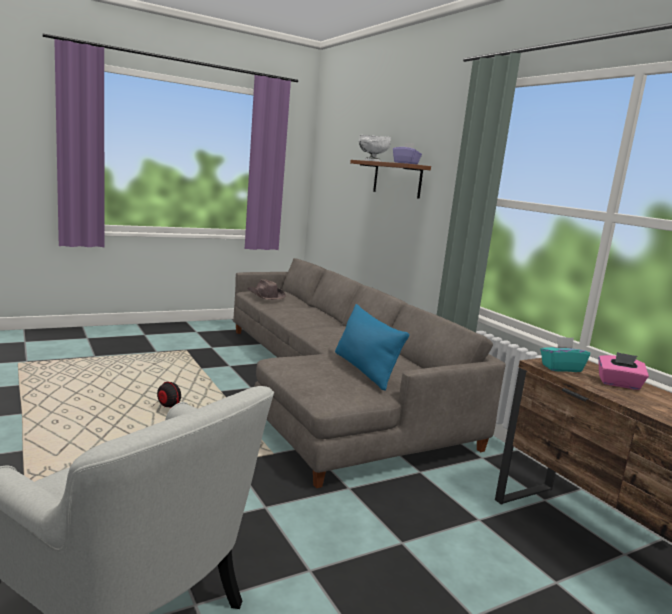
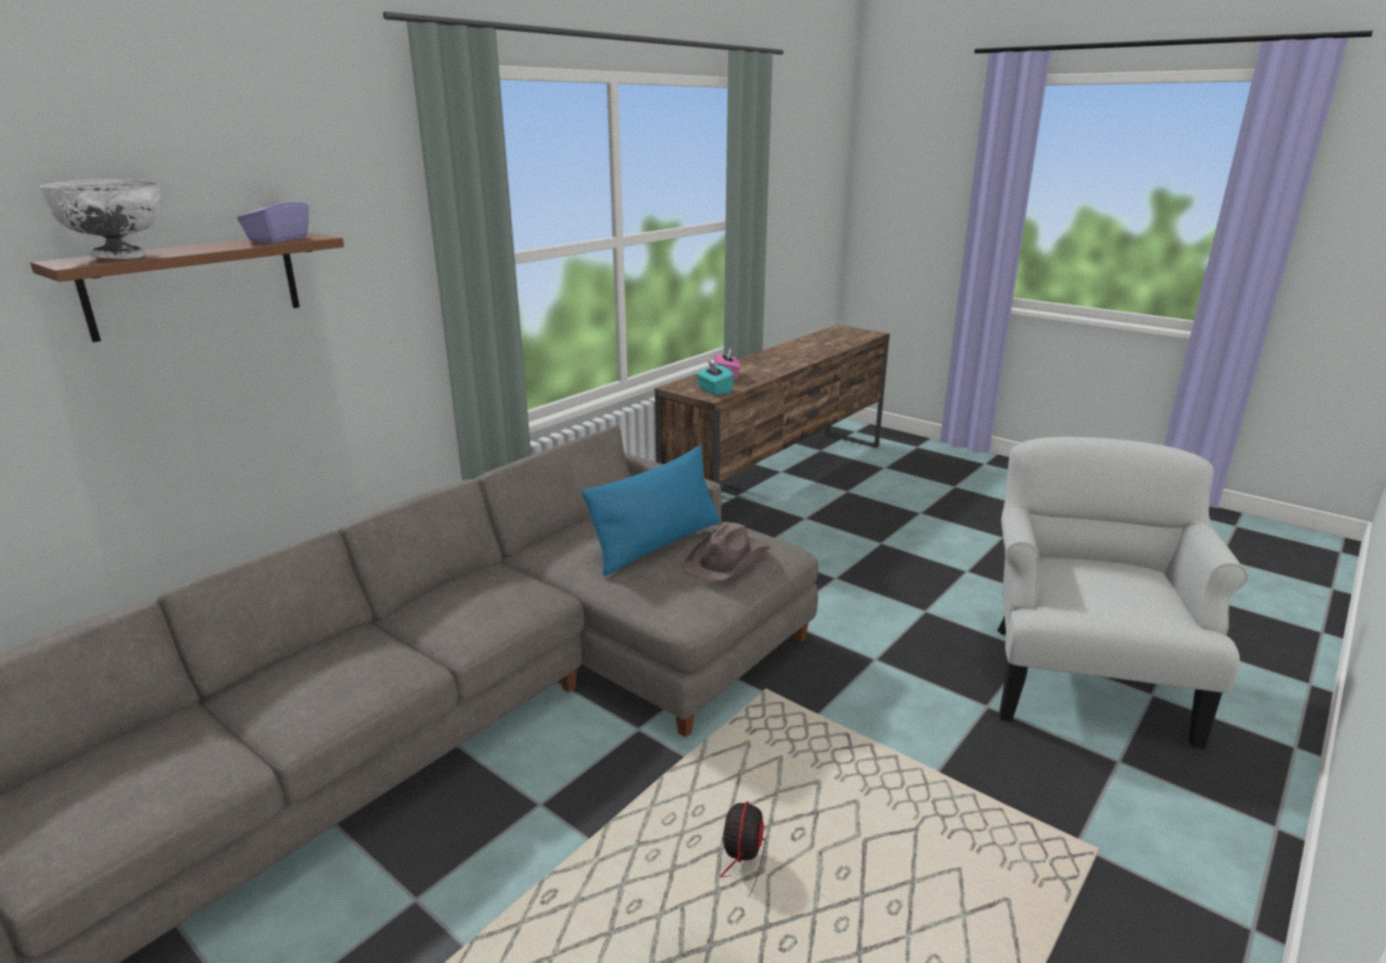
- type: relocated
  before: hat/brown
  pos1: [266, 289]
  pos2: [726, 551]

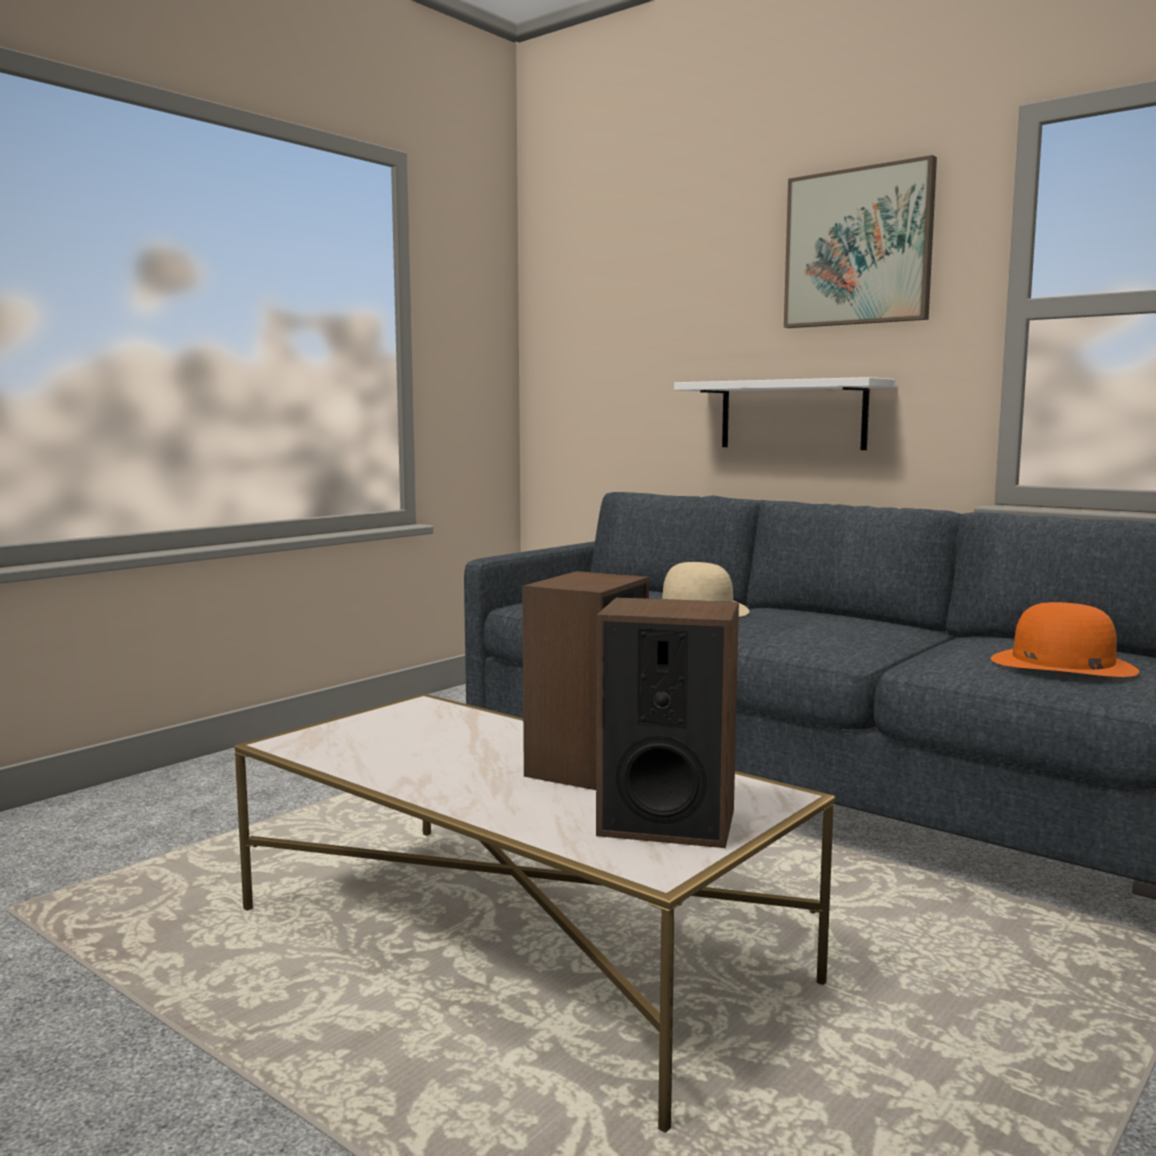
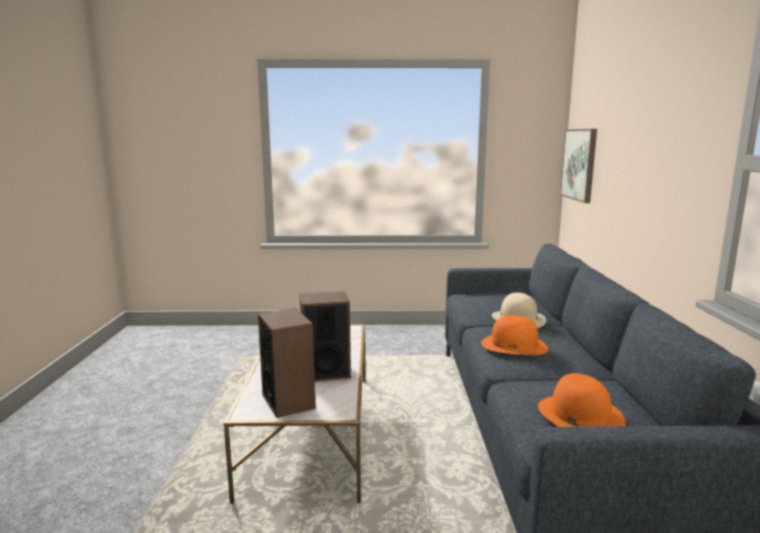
- type: missing
  before: shelf/white
  pos1: [784, 413]
- type: appeared
  after: hat/orange
  pos2: [514, 335]
- type: relocated
  before: picture
  pos1: [860, 241]
  pos2: [578, 166]

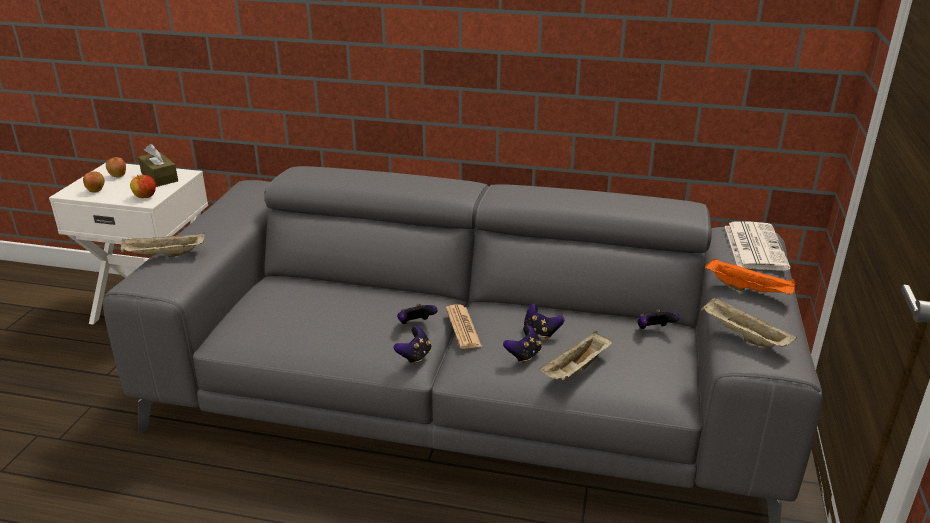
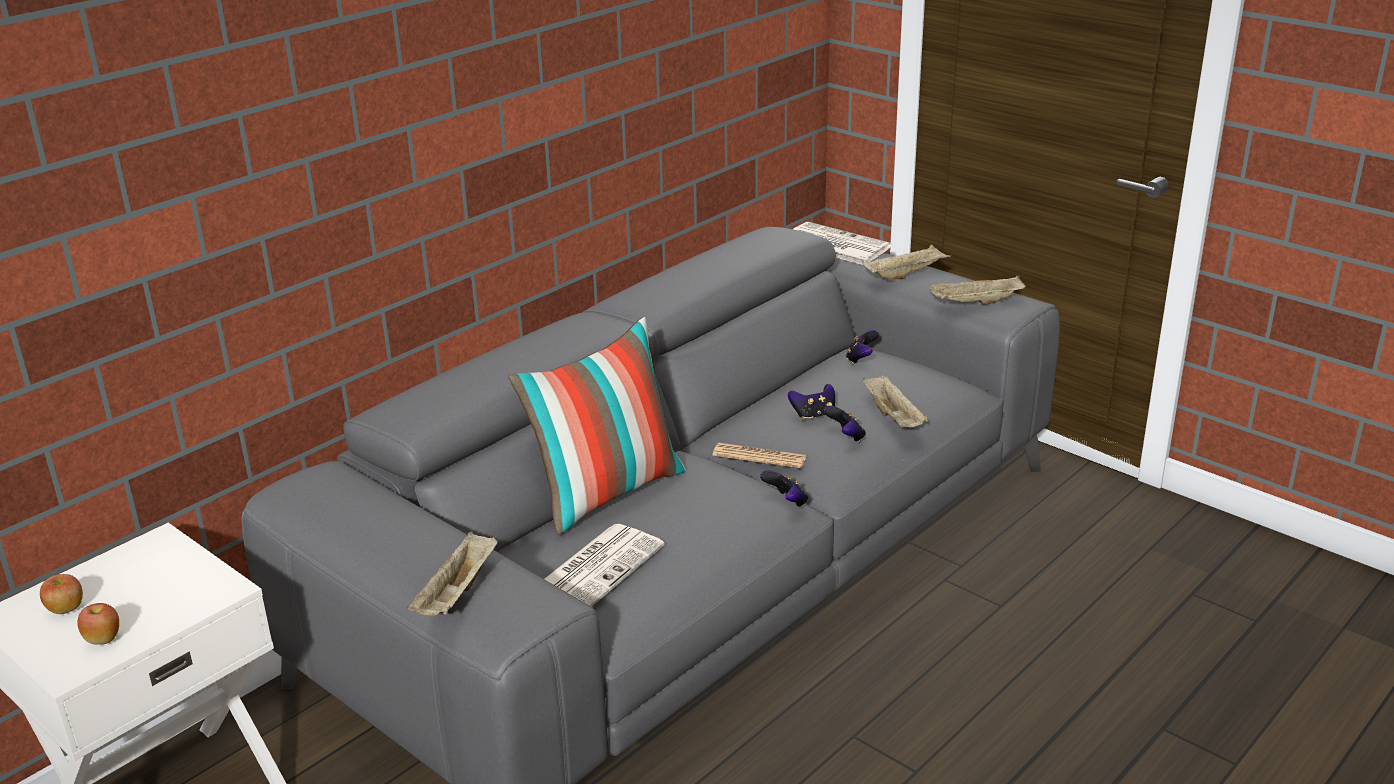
- type: missing
  before: apple
  pos1: [143, 186]
- type: missing
  before: tissue box/brown
  pos1: [158, 165]
- type: missing
  before: game controller
  pos1: [417, 313]
- type: appeared
  after: pillow
  pos2: [597, 426]
- type: appeared
  after: newspaper
  pos2: [604, 565]
- type: colour
  before: tray/orange
  after: tray/beige
  pos1: [750, 277]
  pos2: [907, 262]

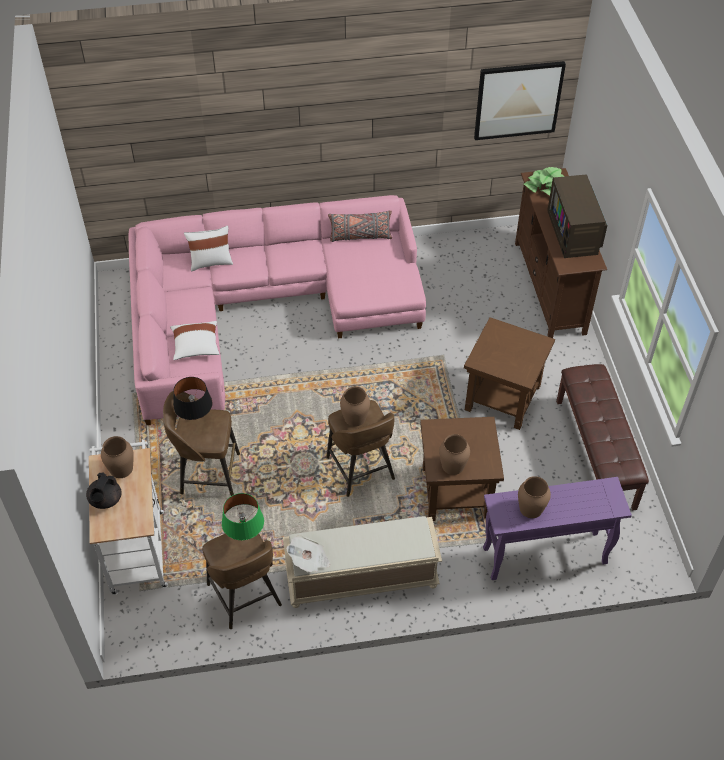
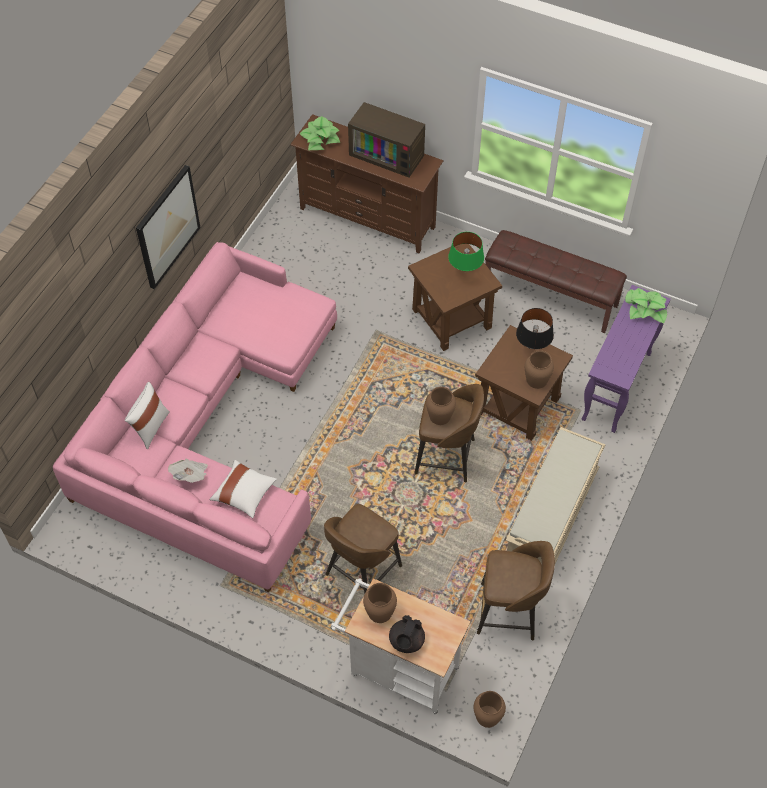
- type: missing
  before: pillow/grey
  pos1: [360, 226]
- type: appeared
  after: potted plant
  pos2: [646, 305]
- type: relocated
  before: table lamp/black
  pos1: [192, 398]
  pos2: [535, 328]
- type: relocated
  before: table lamp/green
  pos1: [243, 516]
  pos2: [466, 251]
- type: relocated
  before: newspaper
  pos1: [308, 554]
  pos2: [188, 471]
- type: relocated
  before: picture
  pos1: [520, 100]
  pos2: [168, 227]
- type: relocated
  before: vase/brown
  pos1: [534, 497]
  pos2: [490, 709]
- type: spun
  before: teapot/black
  pos1: [104, 491]
  pos2: [407, 634]
  turn: 60

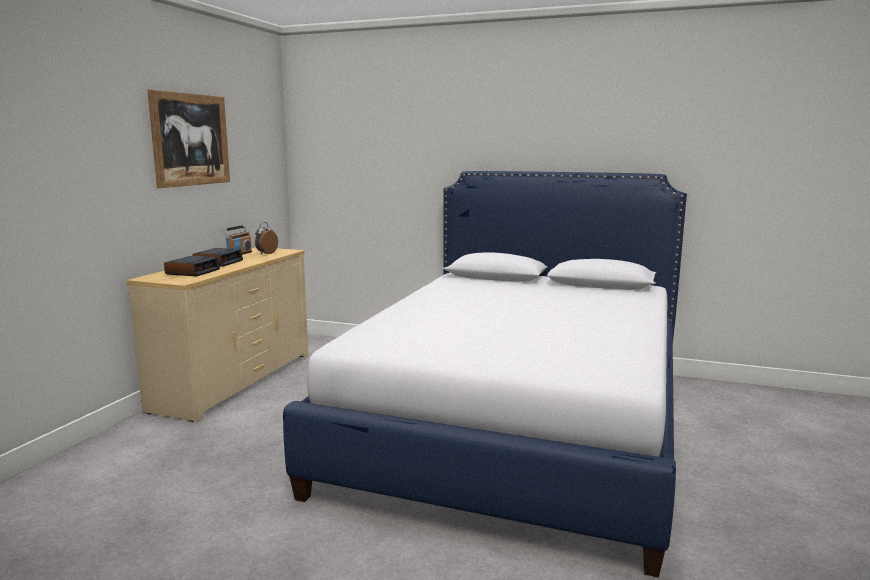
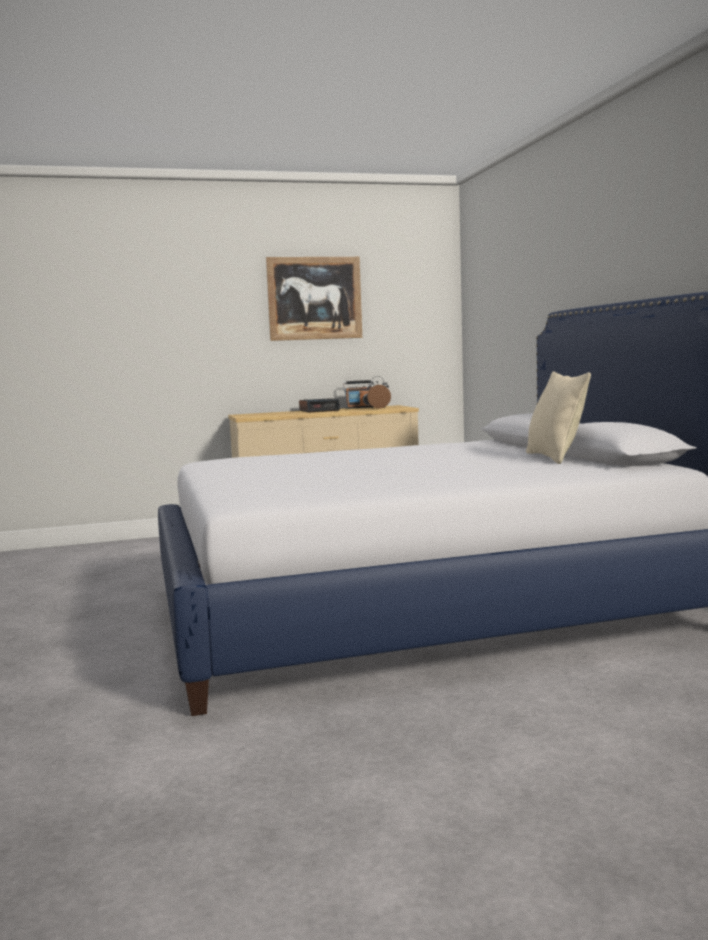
- type: missing
  before: alarm clock
  pos1: [192, 266]
- type: appeared
  after: pillow/beige
  pos2: [558, 417]

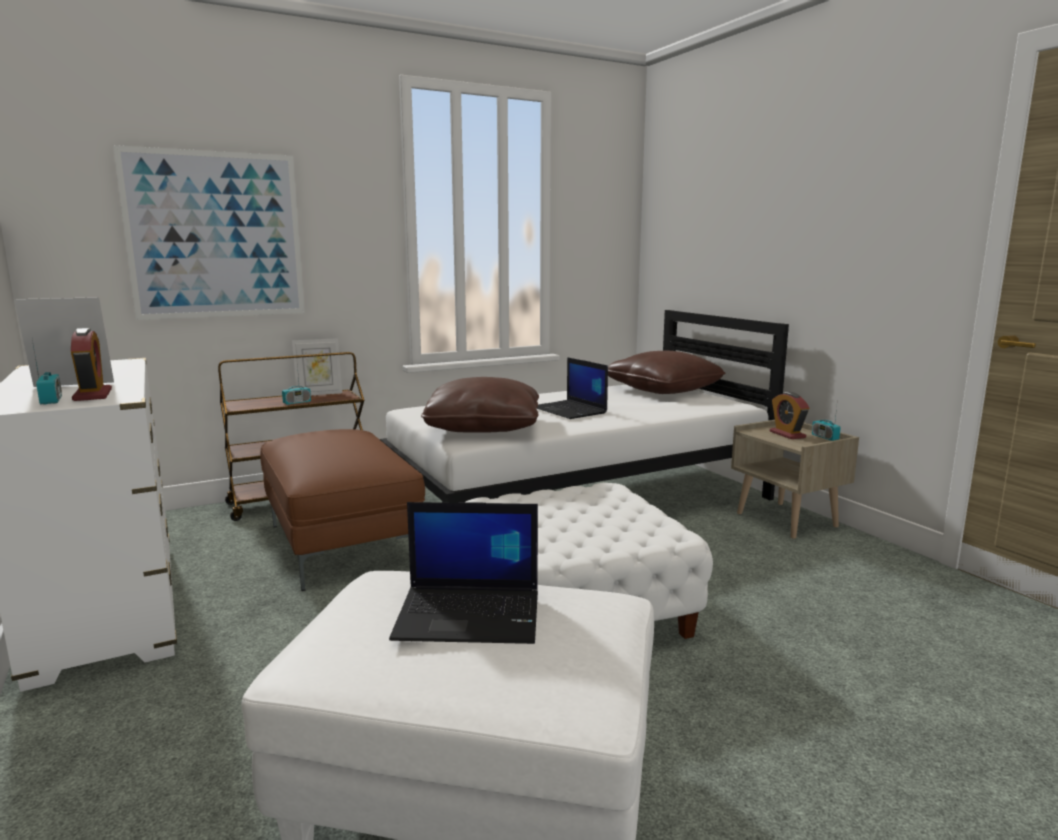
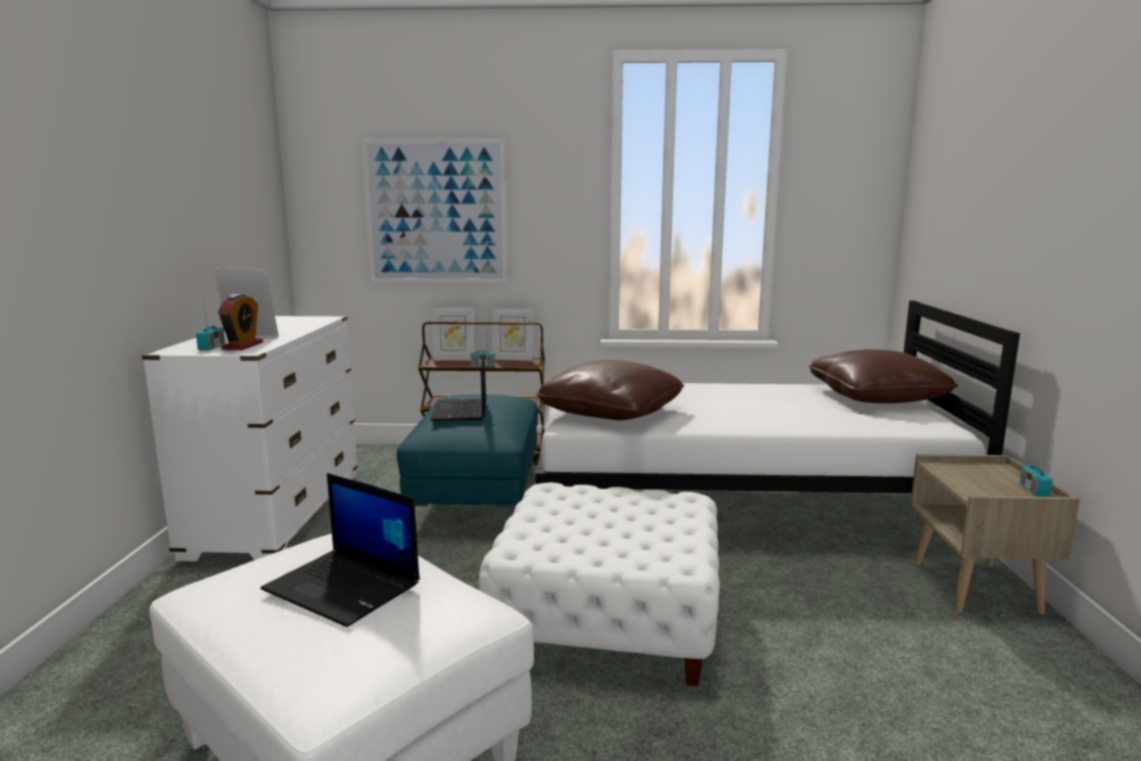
- type: missing
  before: alarm clock
  pos1: [789, 415]
- type: appeared
  after: picture frame
  pos2: [453, 333]
- type: relocated
  before: laptop
  pos1: [572, 388]
  pos2: [458, 387]
- type: colour
  before: ottoman/brown
  after: ottoman/turquoise
  pos1: [342, 510]
  pos2: [467, 453]

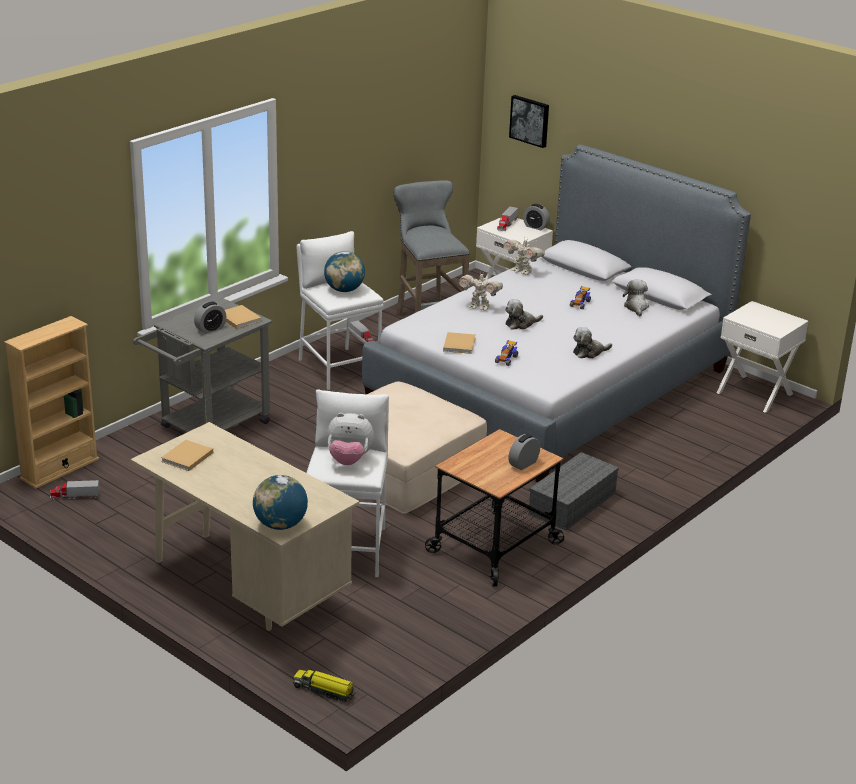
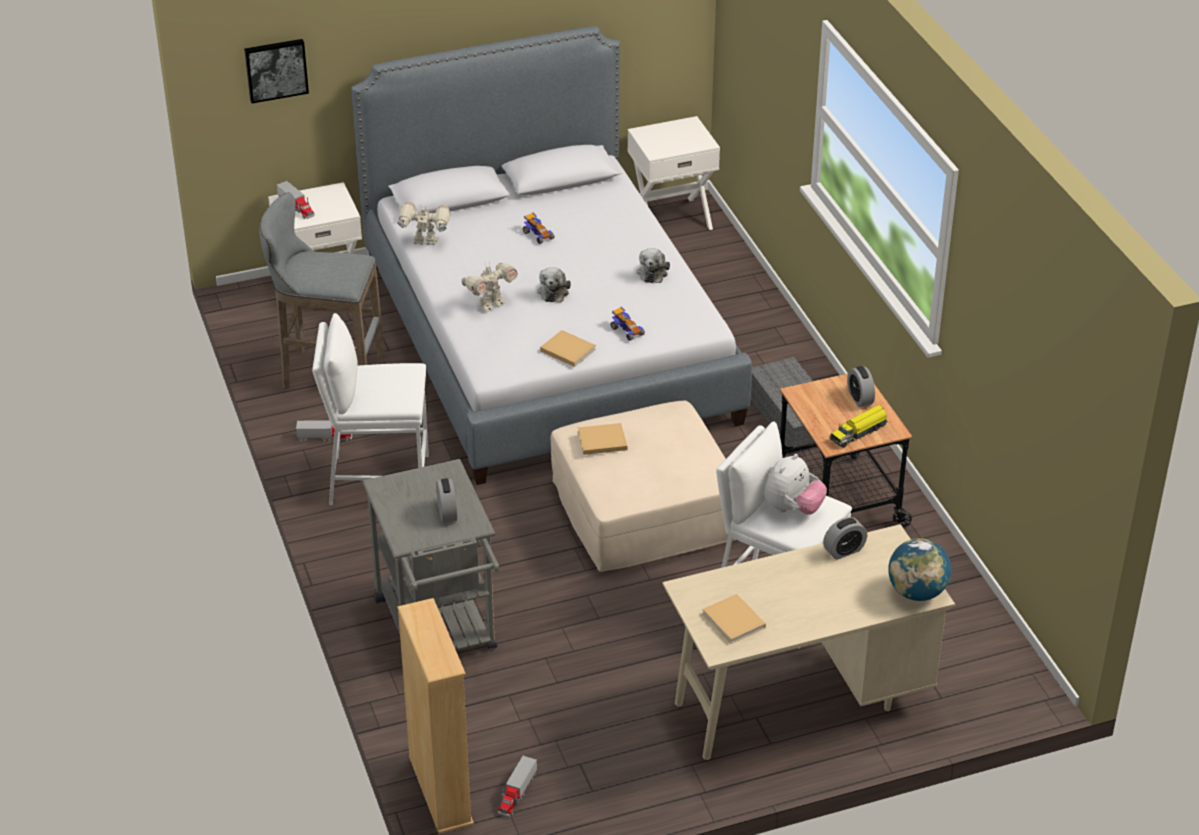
- type: missing
  before: globe
  pos1: [344, 271]
- type: missing
  before: plush toy
  pos1: [636, 297]
- type: relocated
  before: book/beige
  pos1: [243, 317]
  pos2: [602, 439]
- type: relocated
  before: toy truck
  pos1: [324, 685]
  pos2: [859, 426]
- type: relocated
  before: alarm clock
  pos1: [536, 217]
  pos2: [845, 538]
- type: spun
  before: toy robot
  pos1: [524, 256]
  pos2: [423, 223]
  turn: -150

